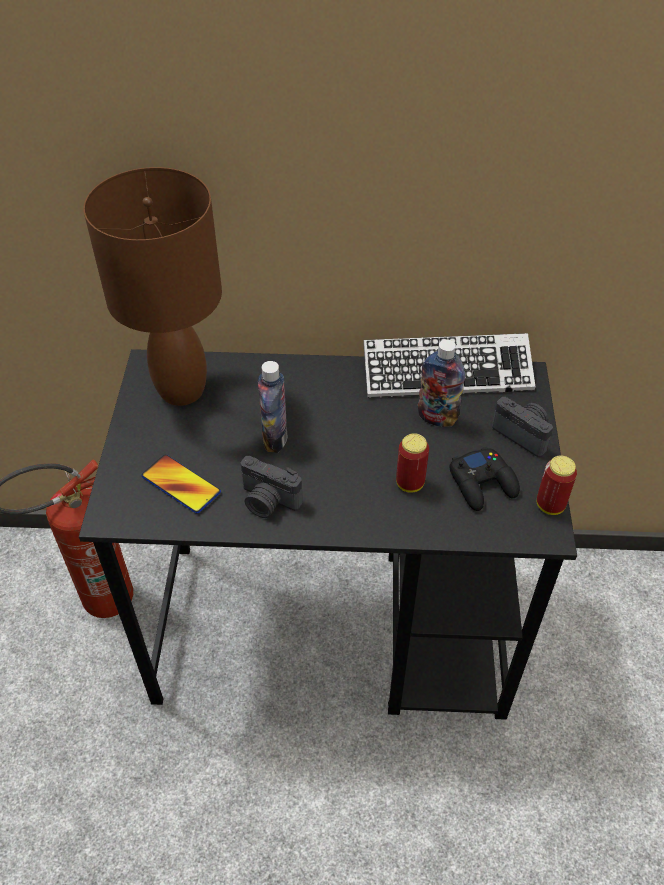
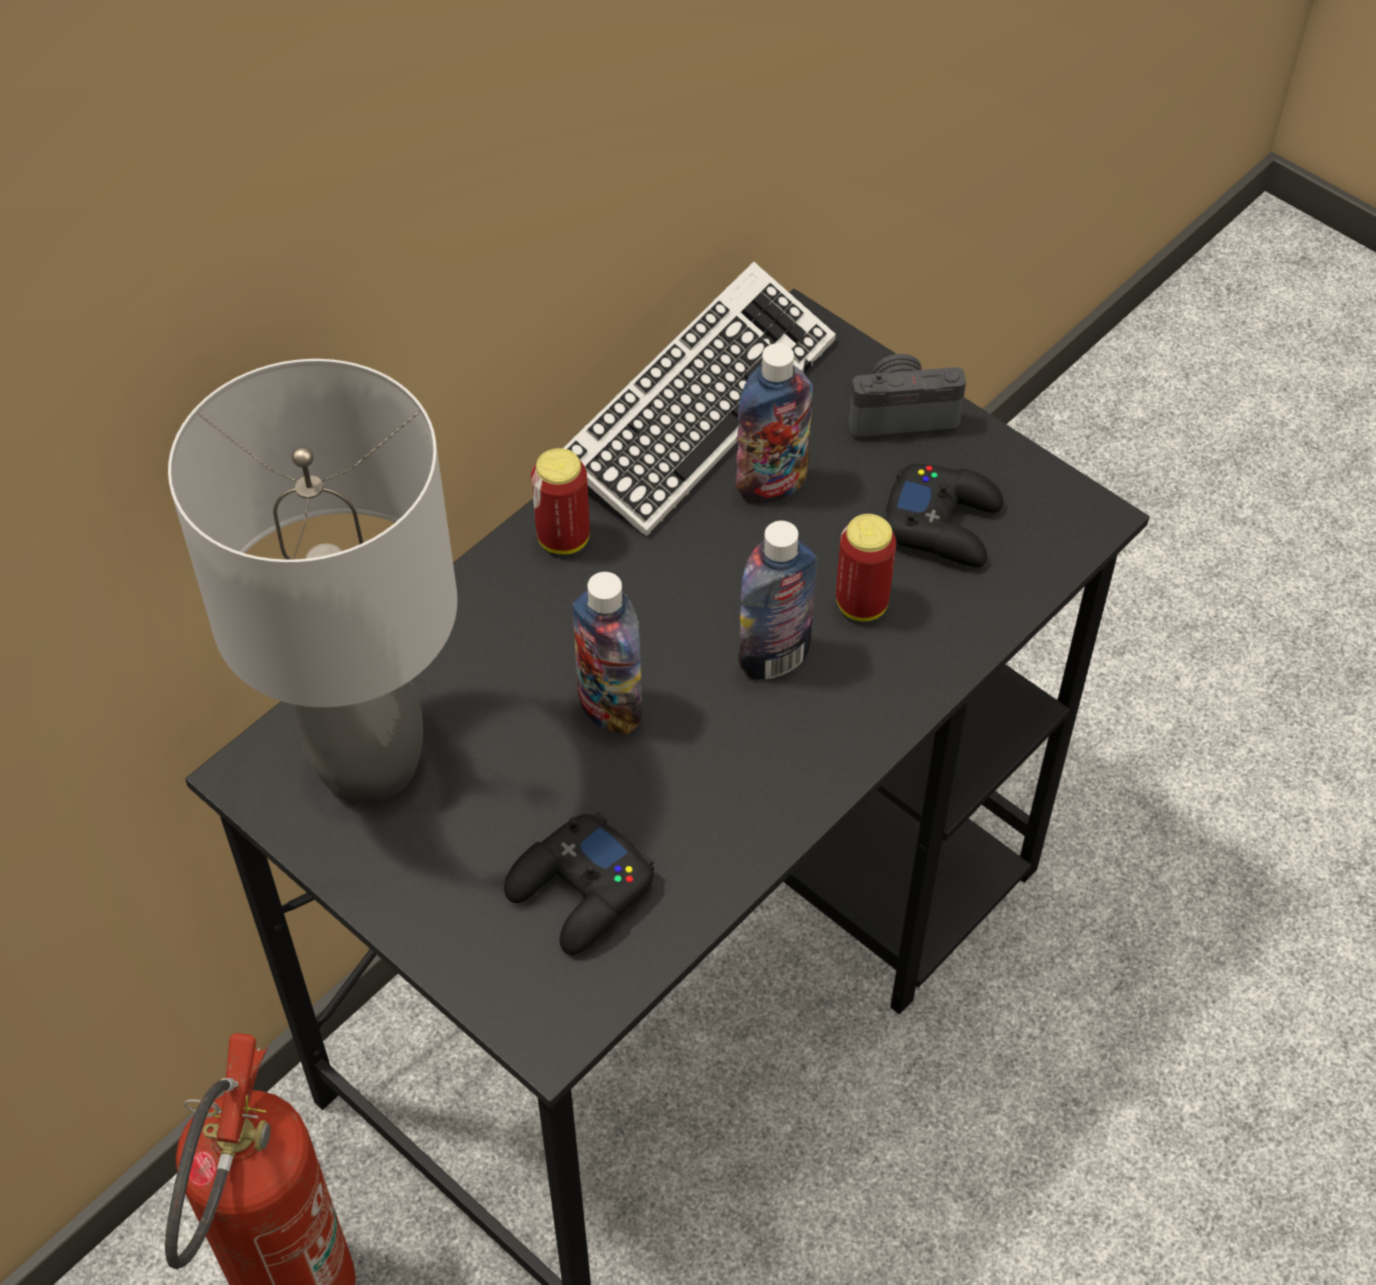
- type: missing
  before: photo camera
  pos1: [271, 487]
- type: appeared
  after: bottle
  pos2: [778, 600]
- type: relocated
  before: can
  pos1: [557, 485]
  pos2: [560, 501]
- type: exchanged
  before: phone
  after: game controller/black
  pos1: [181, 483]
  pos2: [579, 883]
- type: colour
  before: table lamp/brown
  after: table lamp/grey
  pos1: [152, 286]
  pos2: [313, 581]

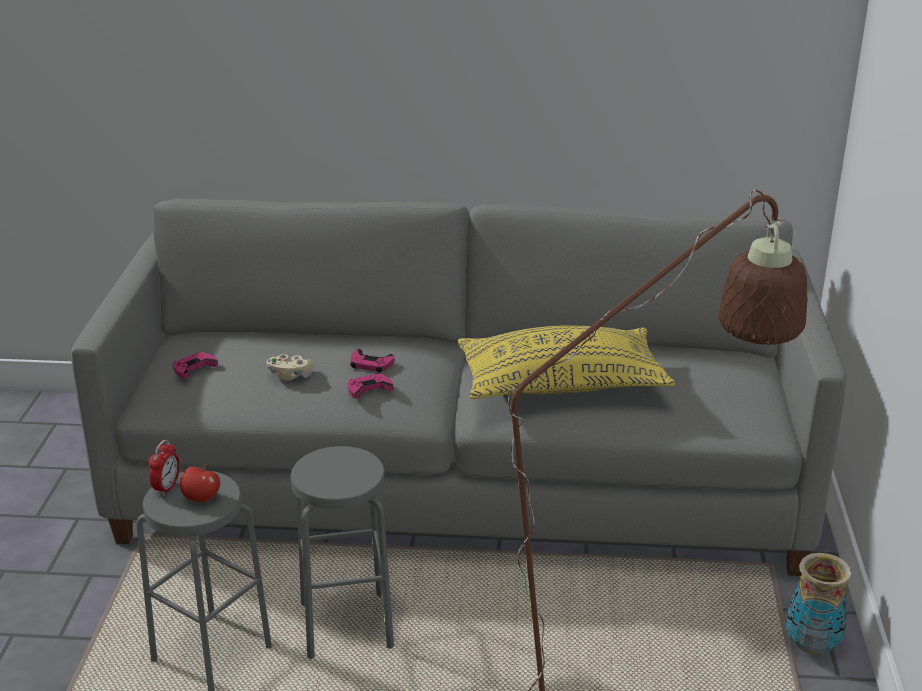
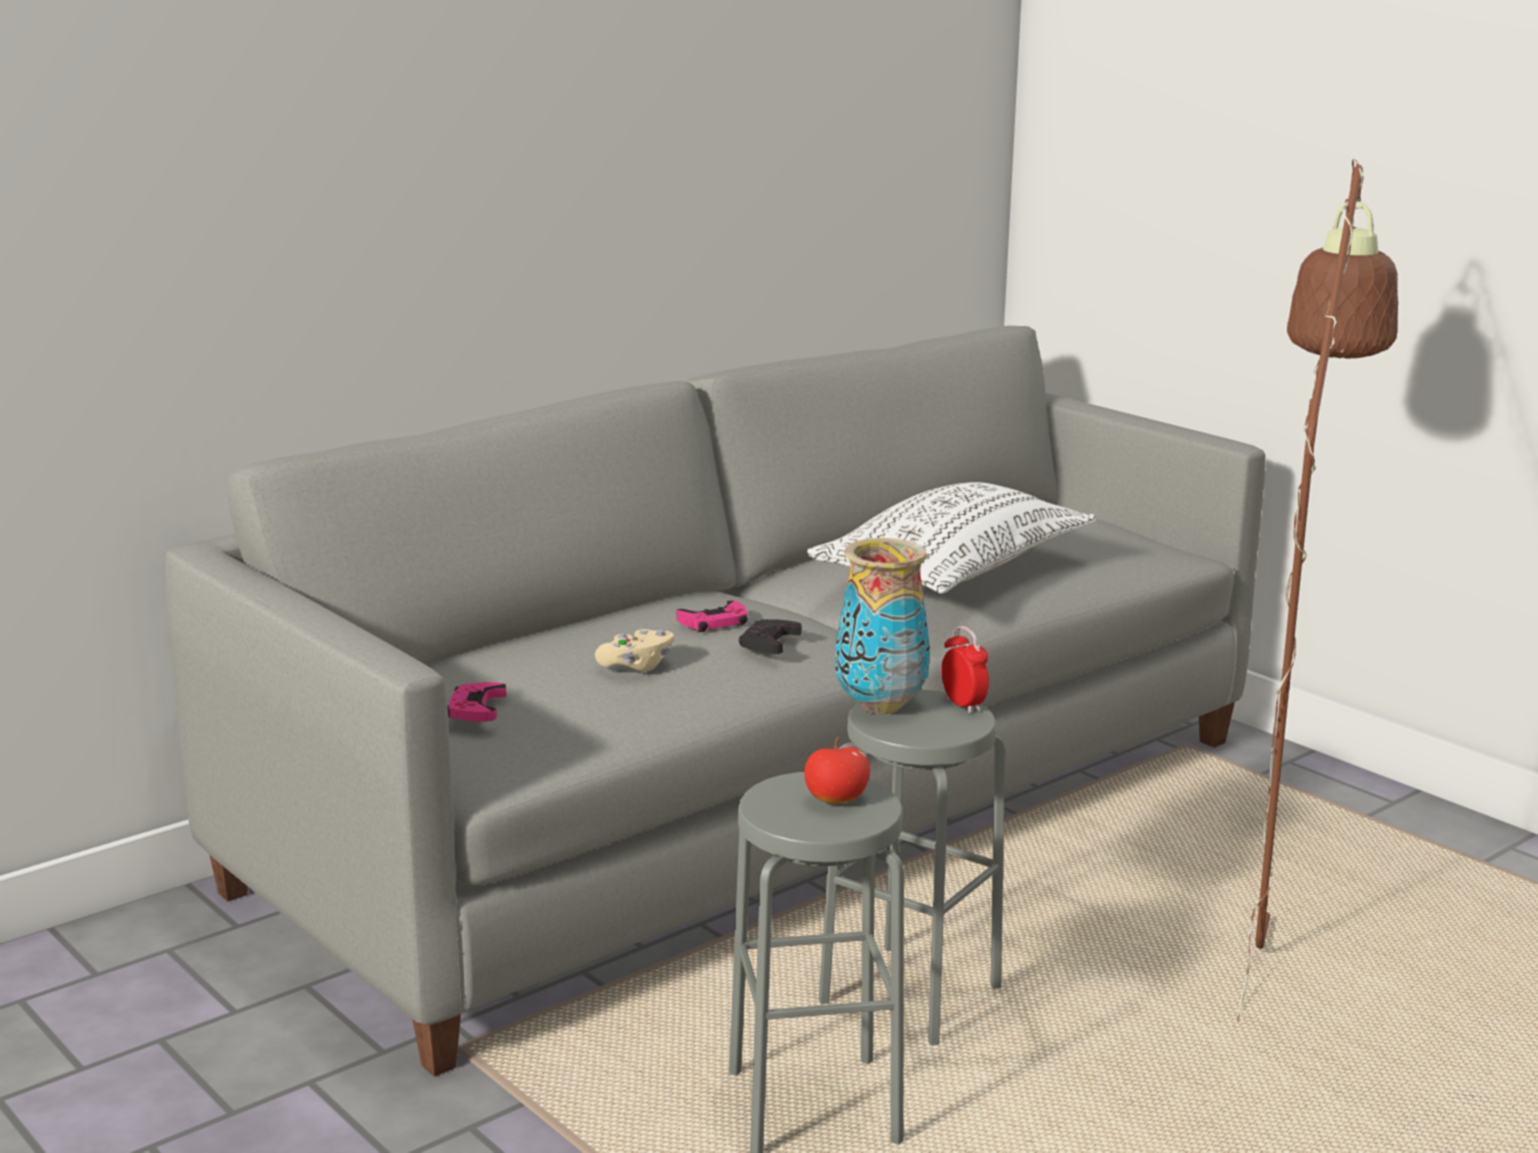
- type: relocated
  before: alarm clock
  pos1: [164, 468]
  pos2: [965, 669]
- type: relocated
  before: vase
  pos1: [818, 604]
  pos2: [882, 626]
- type: colour
  before: game controller/pink
  after: game controller/black
  pos1: [370, 386]
  pos2: [770, 636]
- type: colour
  before: pillow/yellow
  after: pillow/white
  pos1: [566, 362]
  pos2: [951, 538]

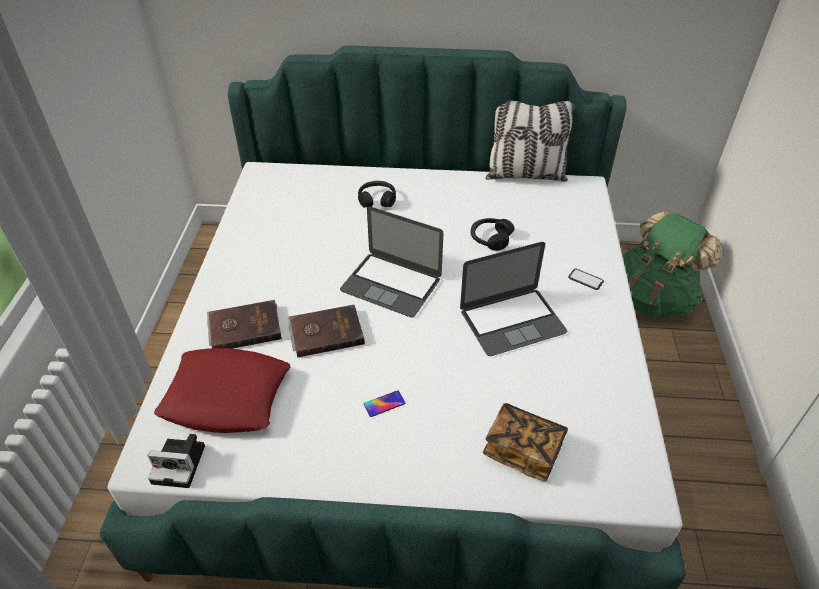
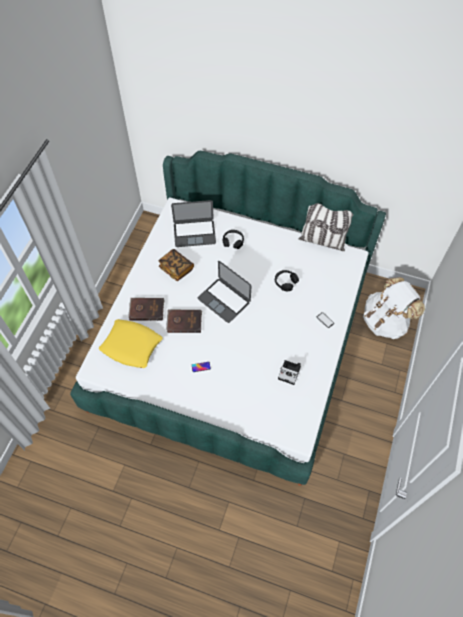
- type: relocated
  before: photo camera
  pos1: [176, 461]
  pos2: [289, 372]
- type: relocated
  before: laptop
  pos1: [513, 299]
  pos2: [193, 223]
- type: relocated
  before: book
  pos1: [525, 442]
  pos2: [176, 265]
- type: colour
  before: pillow/red
  after: pillow/yellow
  pos1: [222, 390]
  pos2: [131, 343]
- type: colour
  before: backpack/green
  after: backpack/white
  pos1: [672, 264]
  pos2: [394, 308]

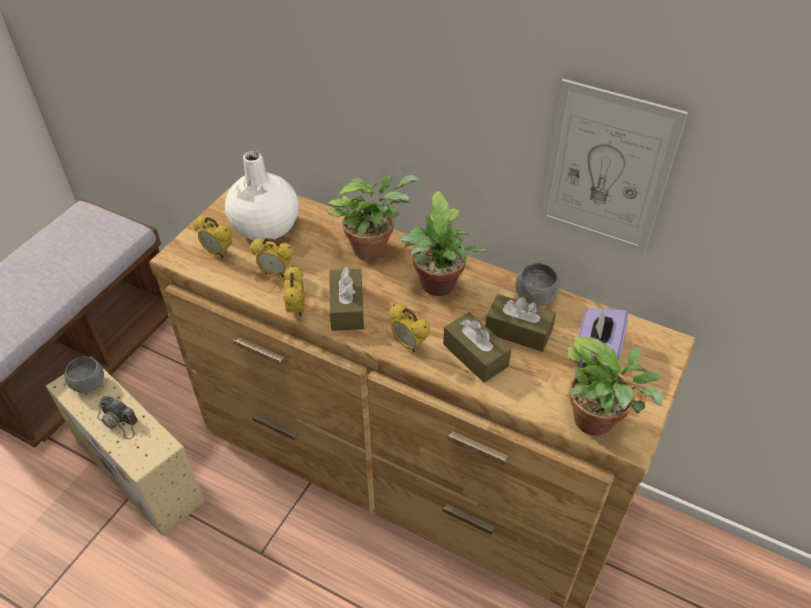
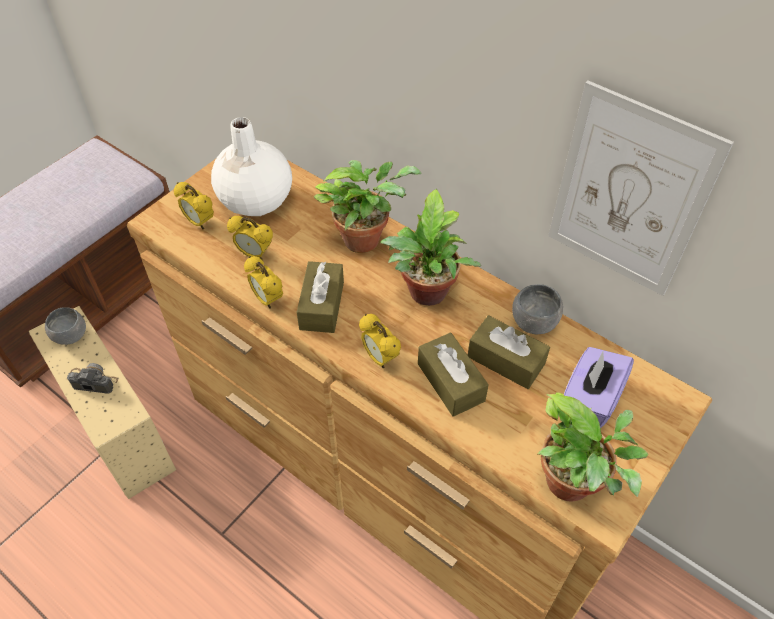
- type: spun
  before: photo camera
  pos1: [117, 417]
  pos2: [92, 378]
  turn: 150
- type: spun
  before: alarm clock
  pos1: [293, 291]
  pos2: [263, 282]
  turn: 135

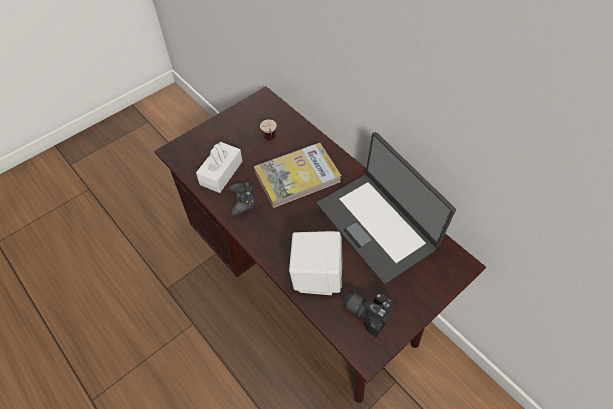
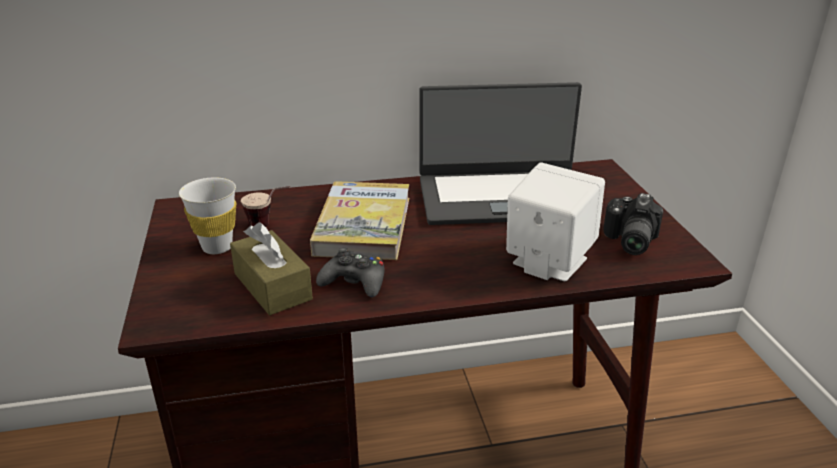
- type: appeared
  after: cup/white
  pos2: [207, 215]
- type: colour
  before: tissue box/white
  after: tissue box/brown
  pos1: [219, 167]
  pos2: [271, 268]
- type: spun
  before: photo camera
  pos1: [370, 314]
  pos2: [633, 224]
  turn: -45

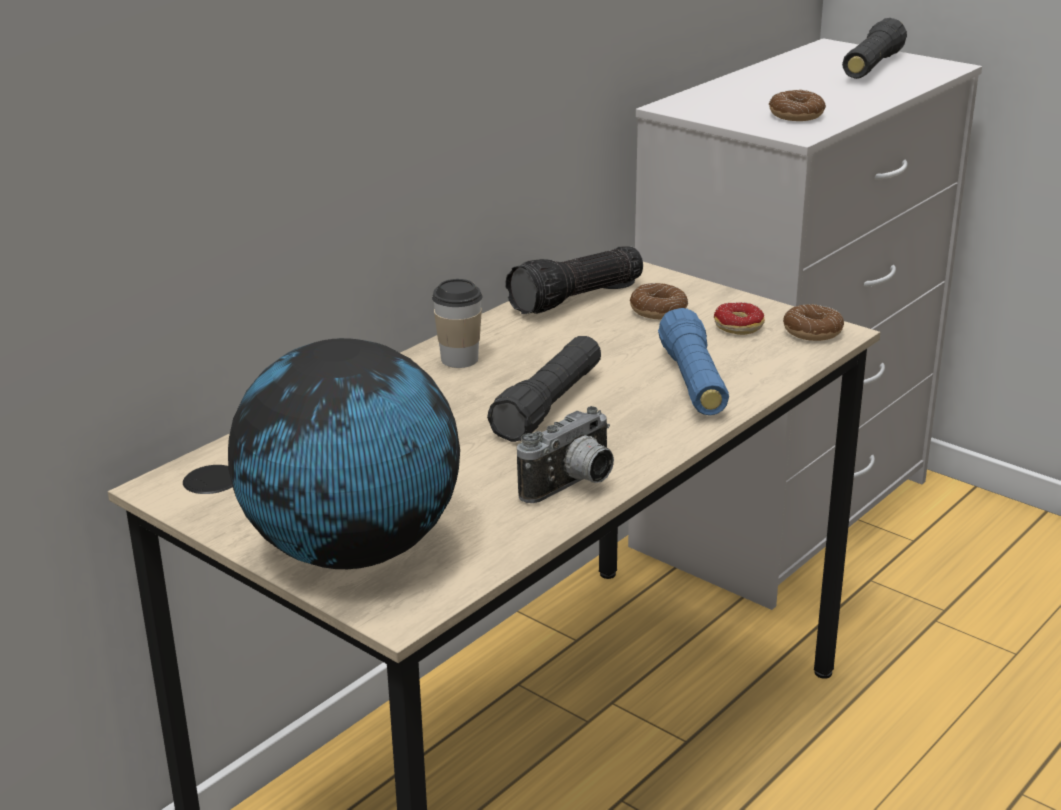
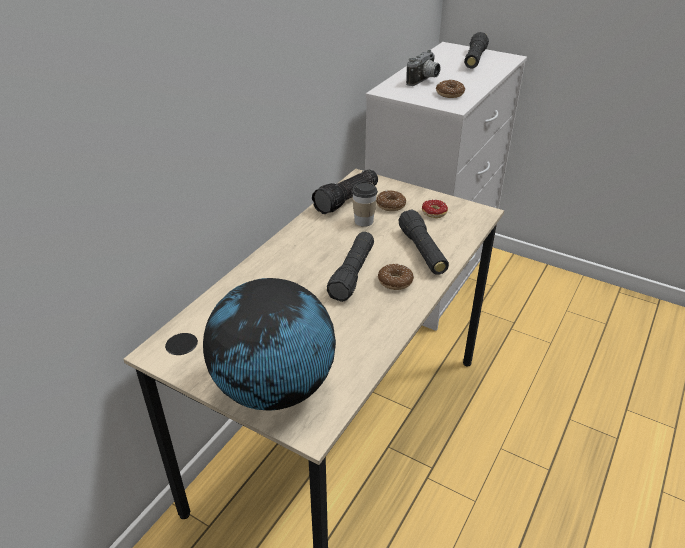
- type: relocated
  before: cup
  pos1: [457, 323]
  pos2: [365, 204]
- type: relocated
  before: photo camera
  pos1: [565, 454]
  pos2: [423, 68]
- type: relocated
  before: donut
  pos1: [813, 322]
  pos2: [396, 277]
- type: colour
  before: flashlight/blue
  after: flashlight/black
  pos1: [693, 361]
  pos2: [424, 242]

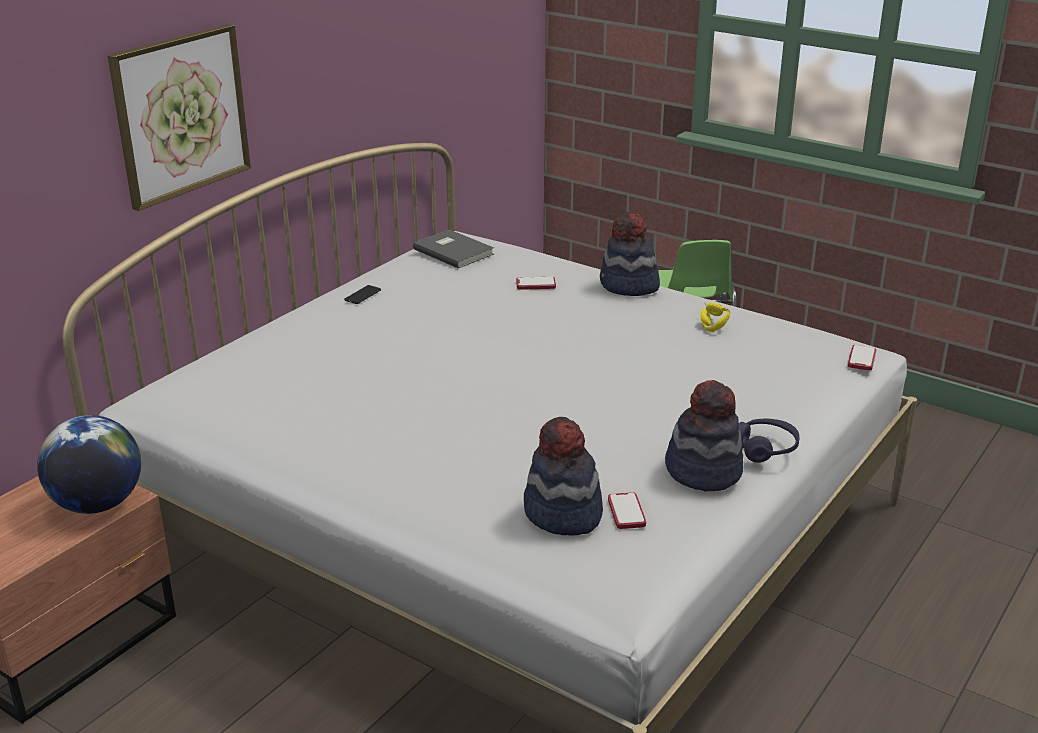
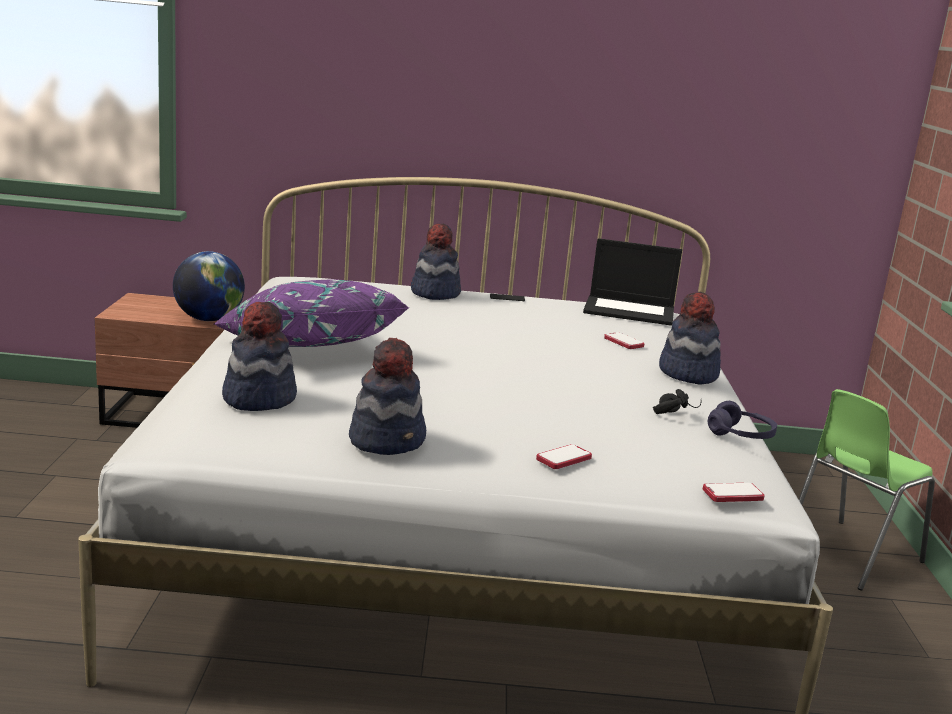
- type: missing
  before: picture
  pos1: [179, 117]
- type: appeared
  after: pillow/purple
  pos2: [312, 313]
- type: appeared
  after: hat
  pos2: [436, 262]
- type: relocated
  before: phone
  pos1: [627, 510]
  pos2: [564, 456]
- type: relocated
  before: headphones/purple
  pos1: [769, 441]
  pos2: [742, 420]
- type: exchanged
  before: book/grey
  after: laptop
  pos1: [453, 249]
  pos2: [632, 282]
- type: colour
  before: headphones/yellow
  after: headphones/black
  pos1: [715, 317]
  pos2: [677, 401]

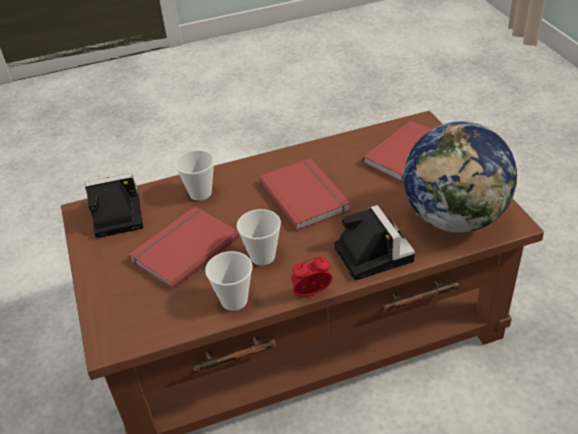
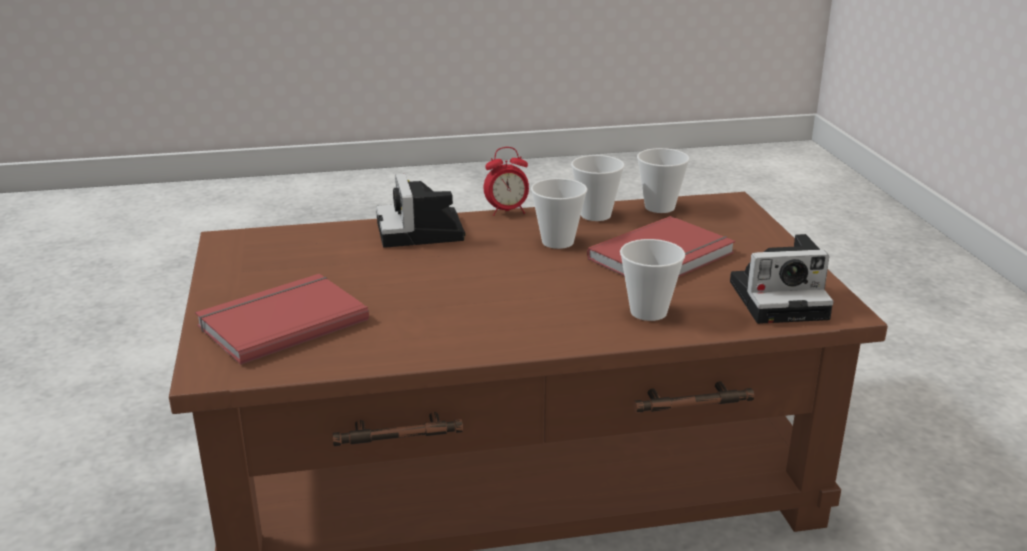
- type: missing
  before: book/red
  pos1: [305, 194]
- type: missing
  before: globe
  pos1: [460, 177]
- type: appeared
  after: cup
  pos2: [663, 180]

